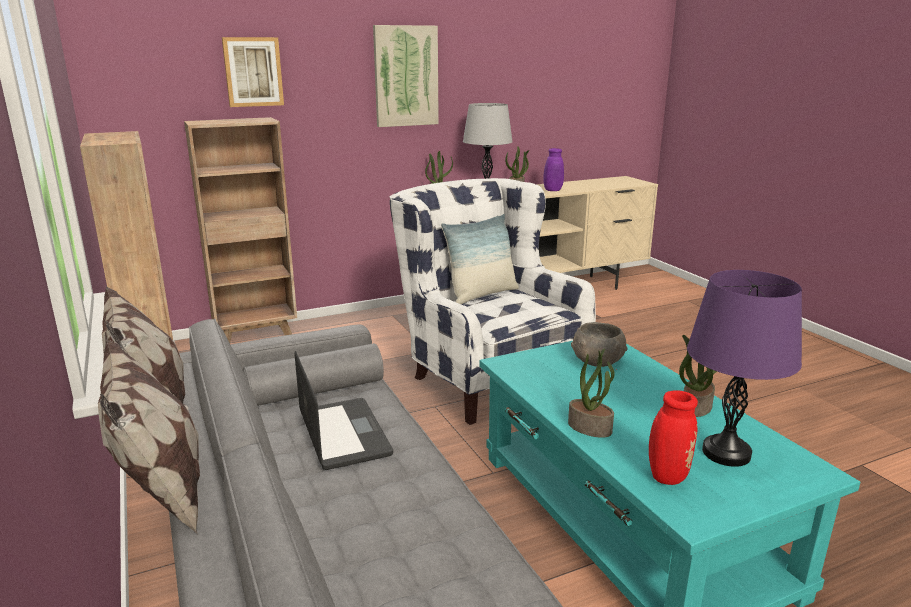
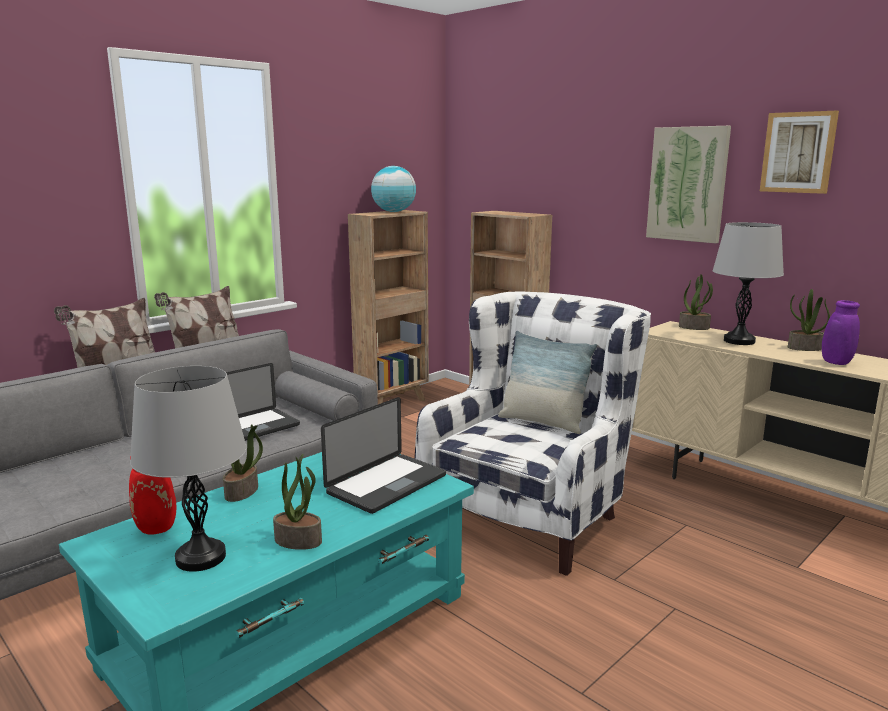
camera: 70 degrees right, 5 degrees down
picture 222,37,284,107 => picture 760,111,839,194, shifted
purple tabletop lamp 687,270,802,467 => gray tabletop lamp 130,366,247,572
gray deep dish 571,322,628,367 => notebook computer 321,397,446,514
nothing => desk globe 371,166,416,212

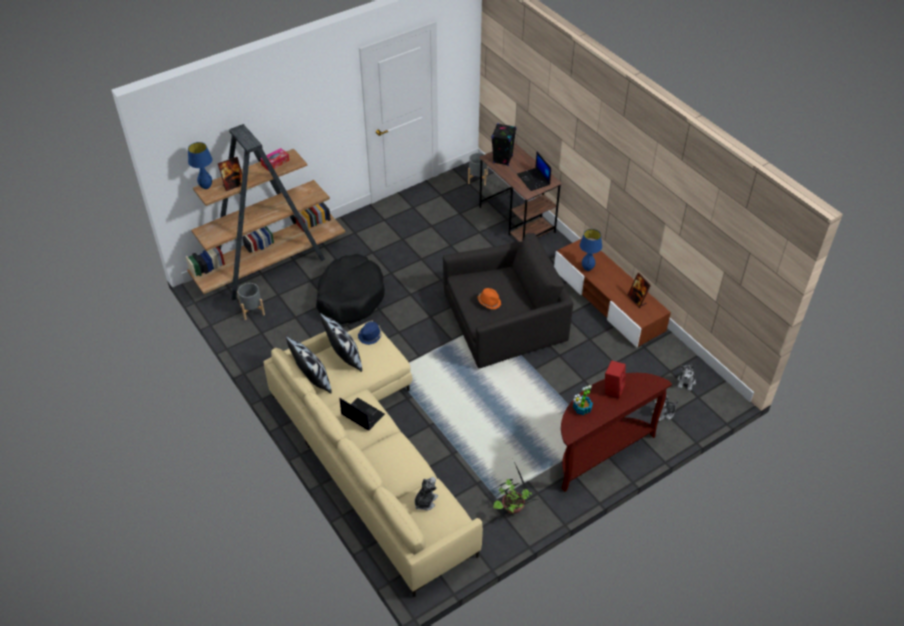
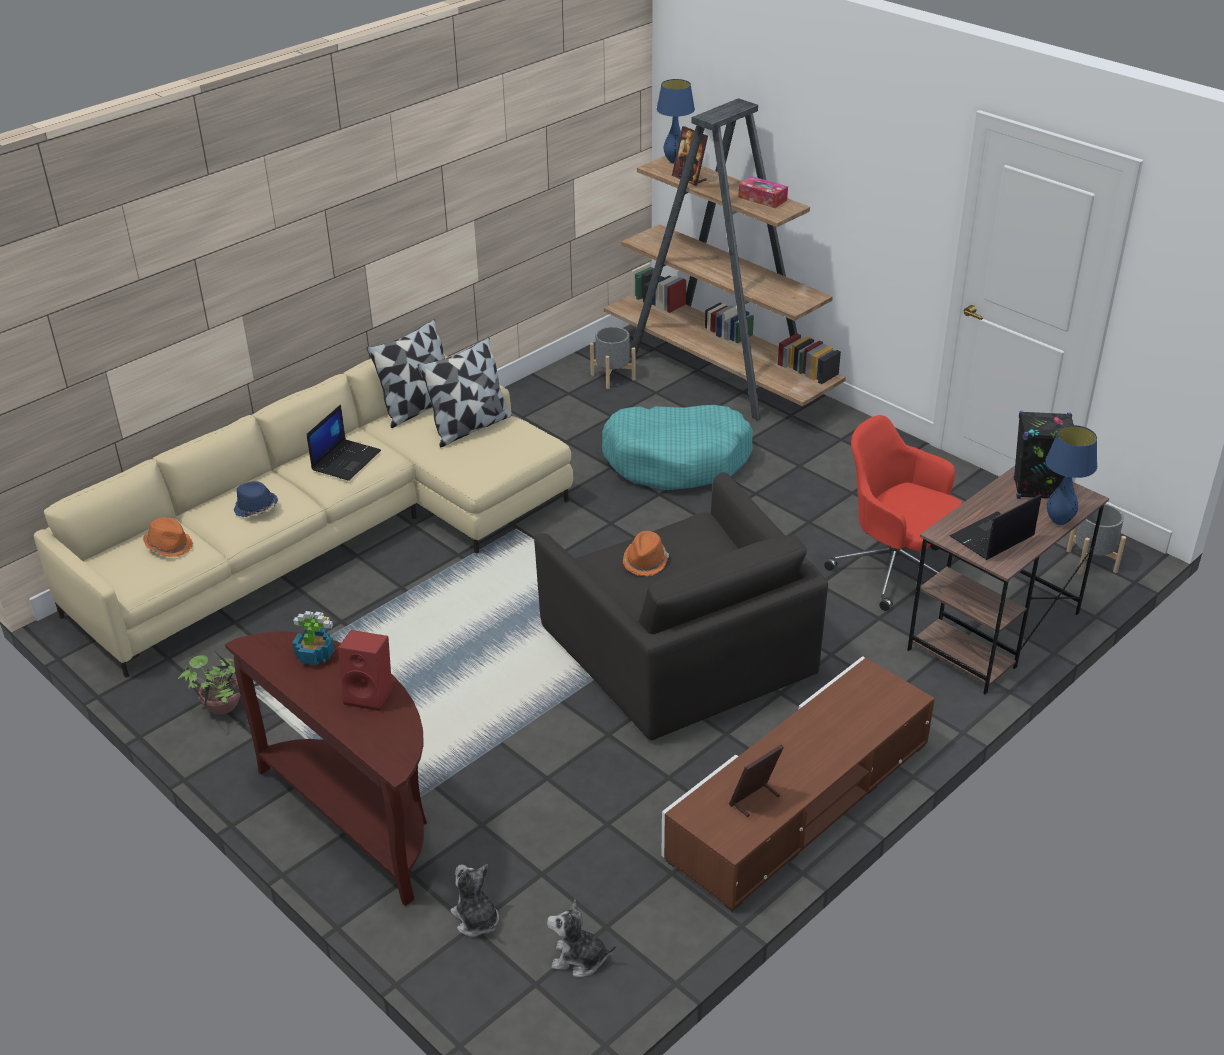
camera: 80 degrees right, 10 degrees down
blue-coloured tabletop lamp 580,229,602,271 => blue-coloured tabletop lamp 1046,425,1097,525, shifted
blackish dog bed 316,254,385,324 => blue-green dog bed 602,405,753,490
blue-coloured wearable hat 358,321,382,345 => blue-coloured wearable hat 234,481,278,517, shifted
soft toy 414,477,438,511 => orange wearable hat 143,517,193,557
nothing => red-coloured computer chair 824,415,962,611

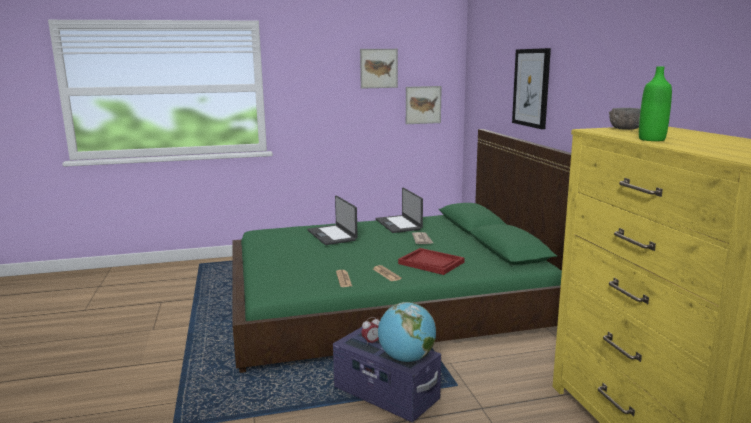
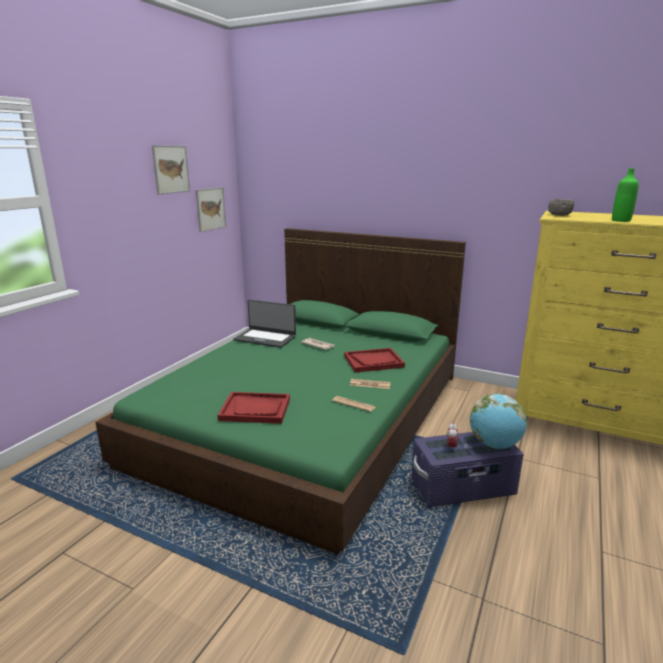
camera: 50 degrees left, 5 degrees up
picture 512,48,551,129 => nothing
notebook computer 307,195,358,245 => nothing
nothing => red-coloured carrying tray 217,392,290,424

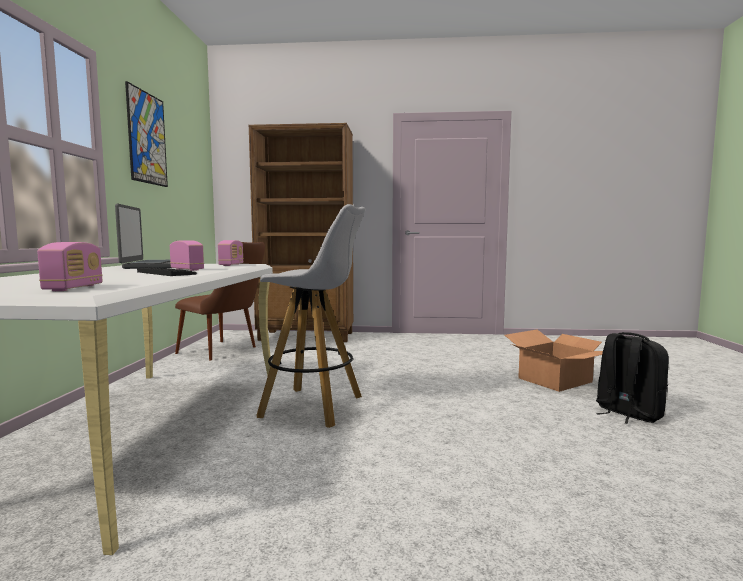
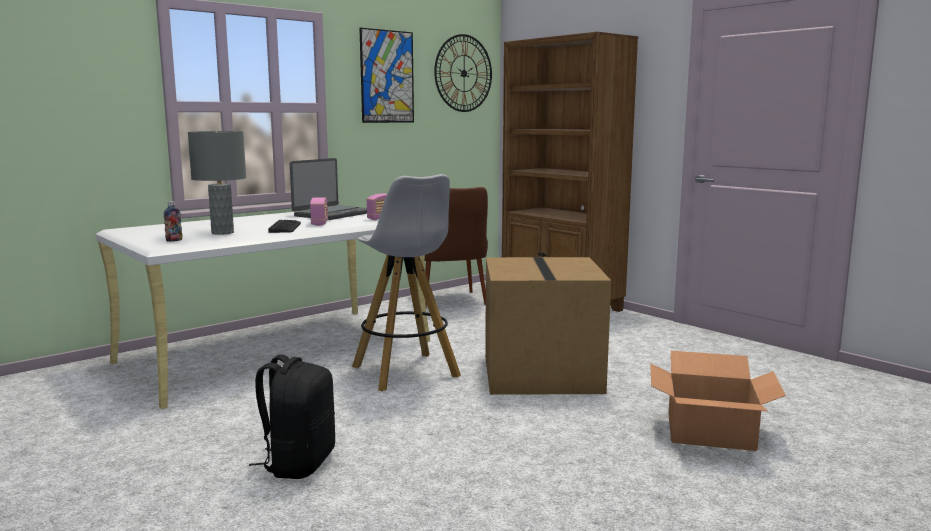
camera: 45 degrees right, 5 degrees up
radio set 37,242,103,291 => bottle 164,201,182,242
blackish rucksack 596,332,669,424 => blackish rucksack 249,355,335,479, shifted
nothing => clock on the wall 434,34,492,112
nothing => gray tabletop lamp 188,131,246,235
nothing => cardboard box 485,257,611,395

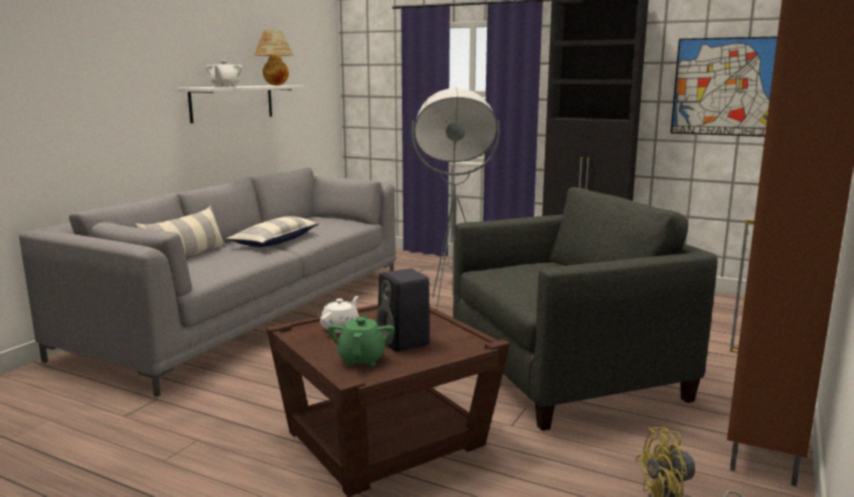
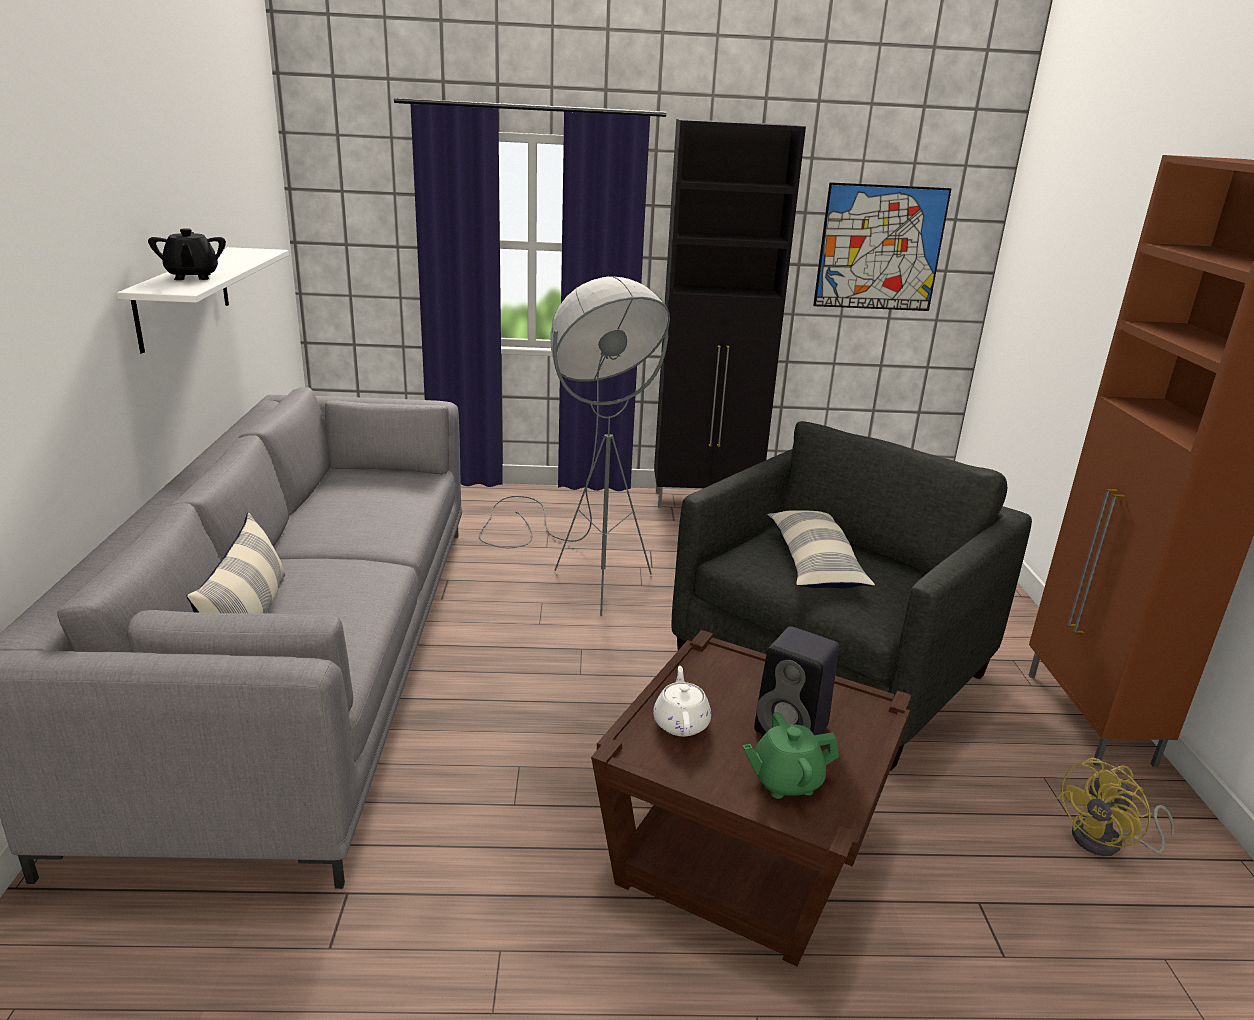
camera: 30 degrees left, 10 degrees up
tabletop lamp 254,30,294,86 => nothing
white-coloured tea pot 206,61,242,87 => blackish tea pot 148,228,226,280
cushion 227,216,319,247 => cushion 767,510,875,588, shifted
greenish tea pot 328,314,394,367 => greenish tea pot 743,712,839,799, 75 degrees counterclockwise

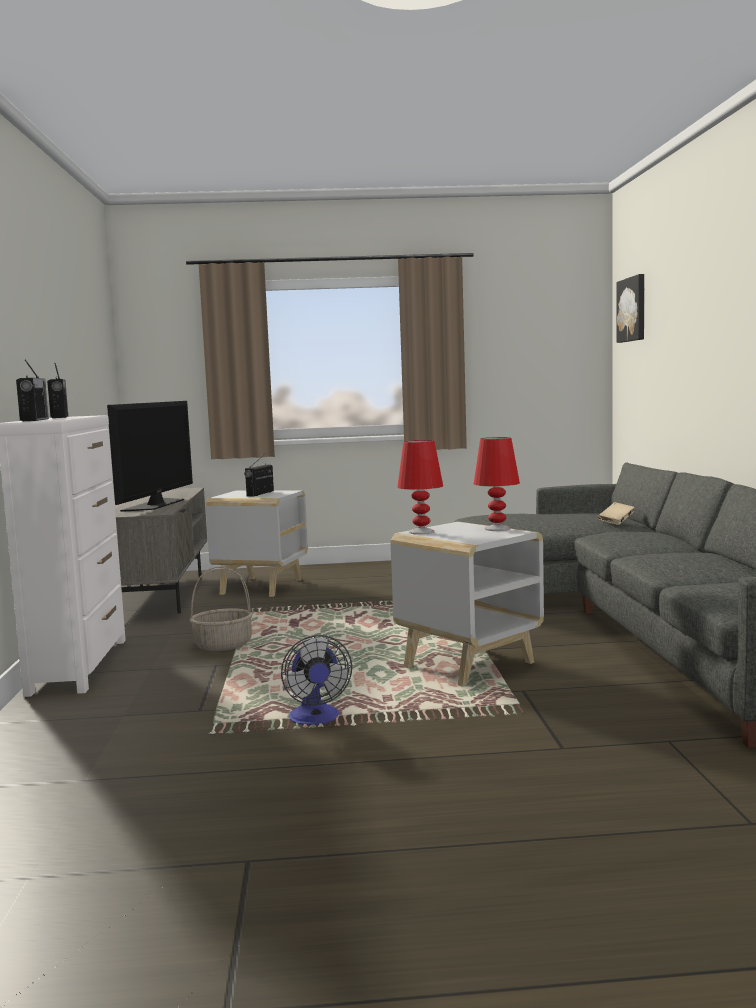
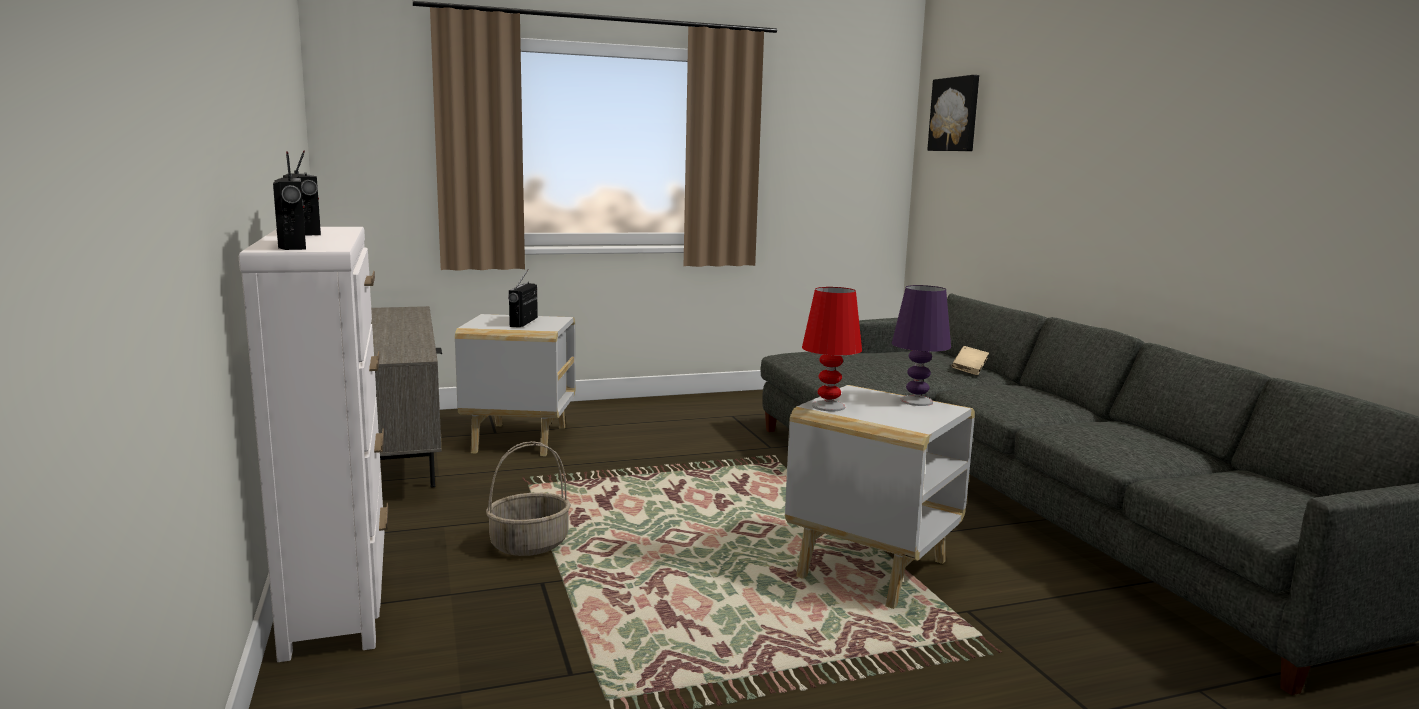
camera: 15 degrees left, 5 degrees up
television 107,401,193,512 => nothing
red-coloured tabletop lamp 474,437,520,531 => purple tabletop lamp 892,285,951,406
fan 281,635,352,725 => nothing

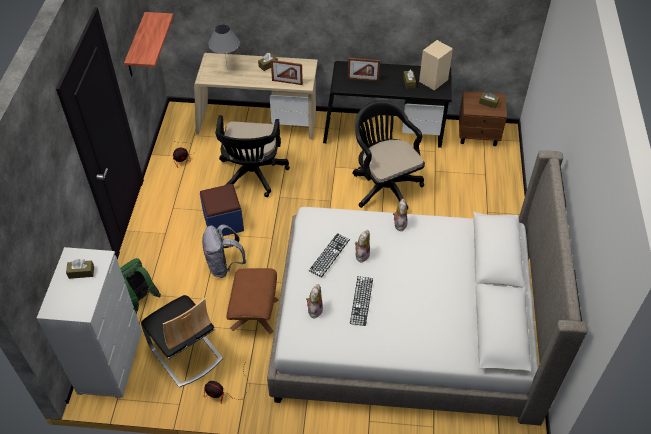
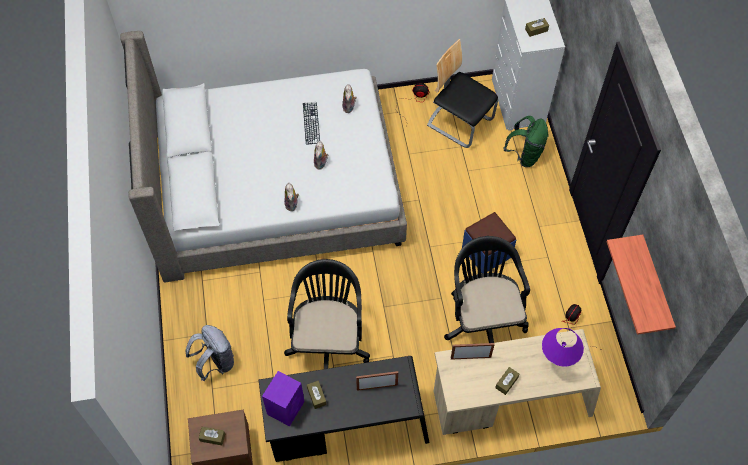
camera: 165 degrees right, 10 degrees up
gray tabletop lamp 208,24,240,64 => purple tabletop lamp 542,328,584,367
beige speaker 419,40,453,91 => purple speaker 262,371,305,427
blackish computer chair 353,100,425,210 => blackish computer chair 284,259,370,369, 135 degrees counterclockwise
gray rucksack 202,224,246,278 => gray rucksack 186,325,234,382, shifted
keyboard 309,233,350,277 => nothing
brownish footrest 226,268,278,334 => nothing

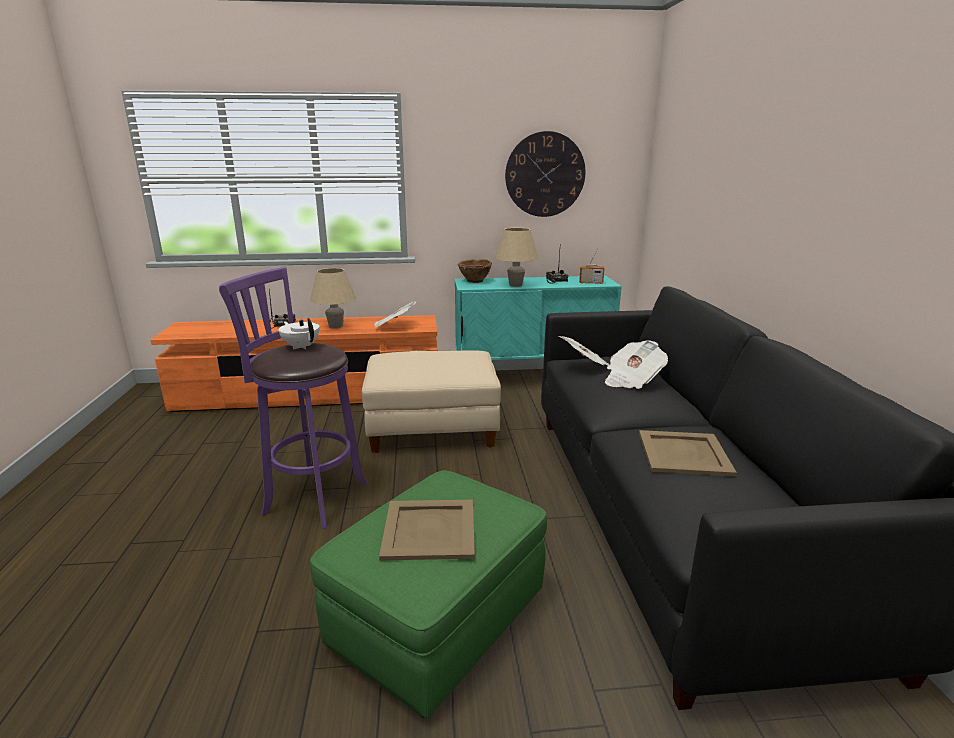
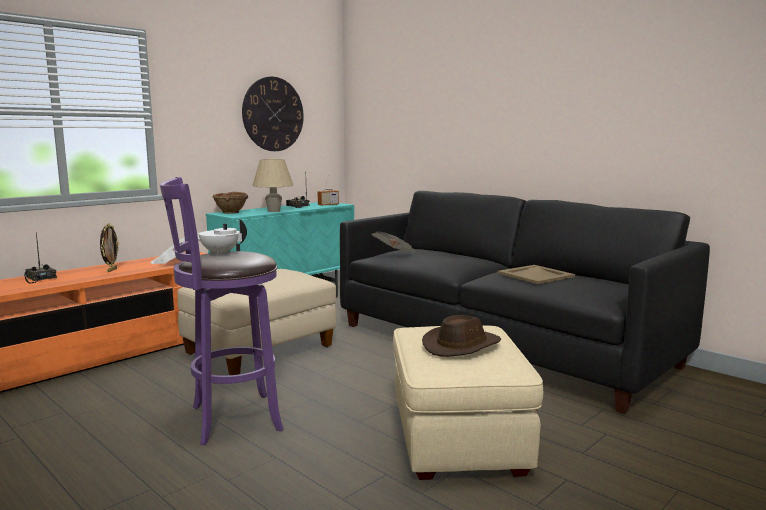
camera: 40 degrees left, 10 degrees down
beige tabletop lamp 310,268,356,328 => standing frame 100,223,119,273
newspaper 605,340,668,389 => nothing
greenish footrest 310,470,547,718 => beige footrest 393,326,543,480
beige carrying tray 379,500,475,561 => brownish wearable hat 422,315,501,357

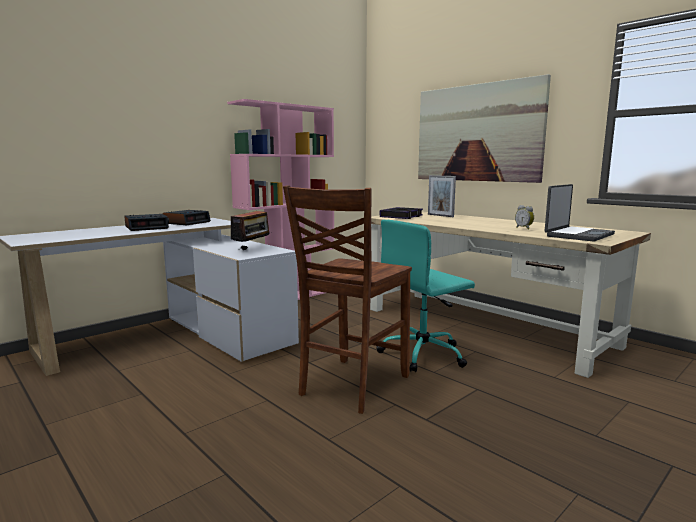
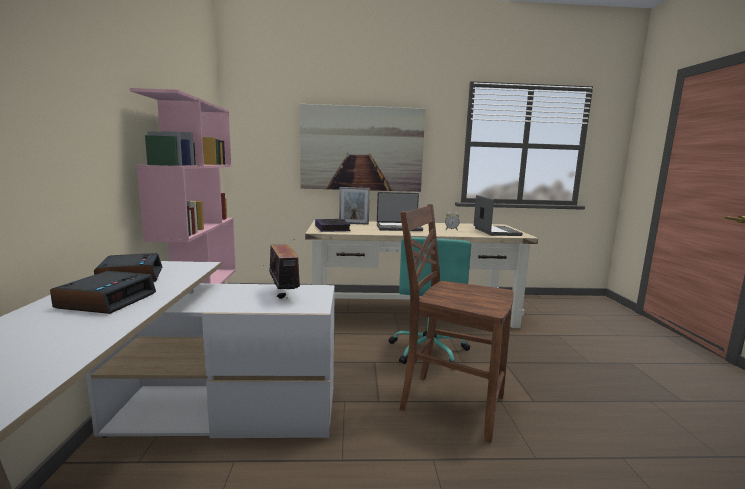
camera: 50 degrees left, 0 degrees up
brownish chair 283,185,412,414 => brownish chair 399,204,514,443, 135 degrees clockwise
nothing => notebook computer 377,192,423,231

